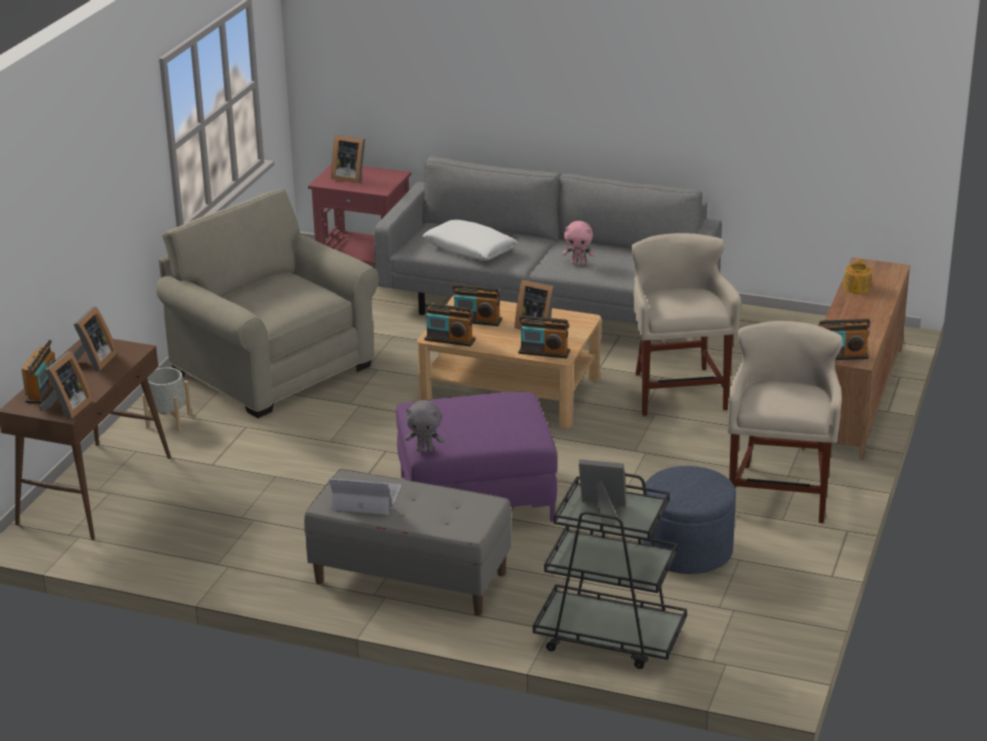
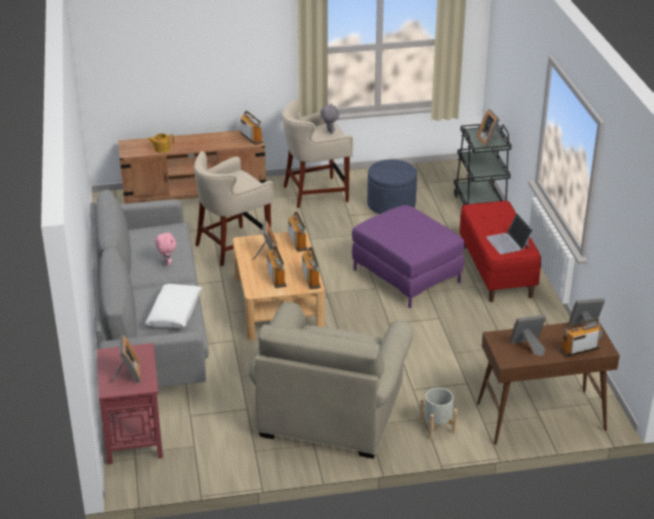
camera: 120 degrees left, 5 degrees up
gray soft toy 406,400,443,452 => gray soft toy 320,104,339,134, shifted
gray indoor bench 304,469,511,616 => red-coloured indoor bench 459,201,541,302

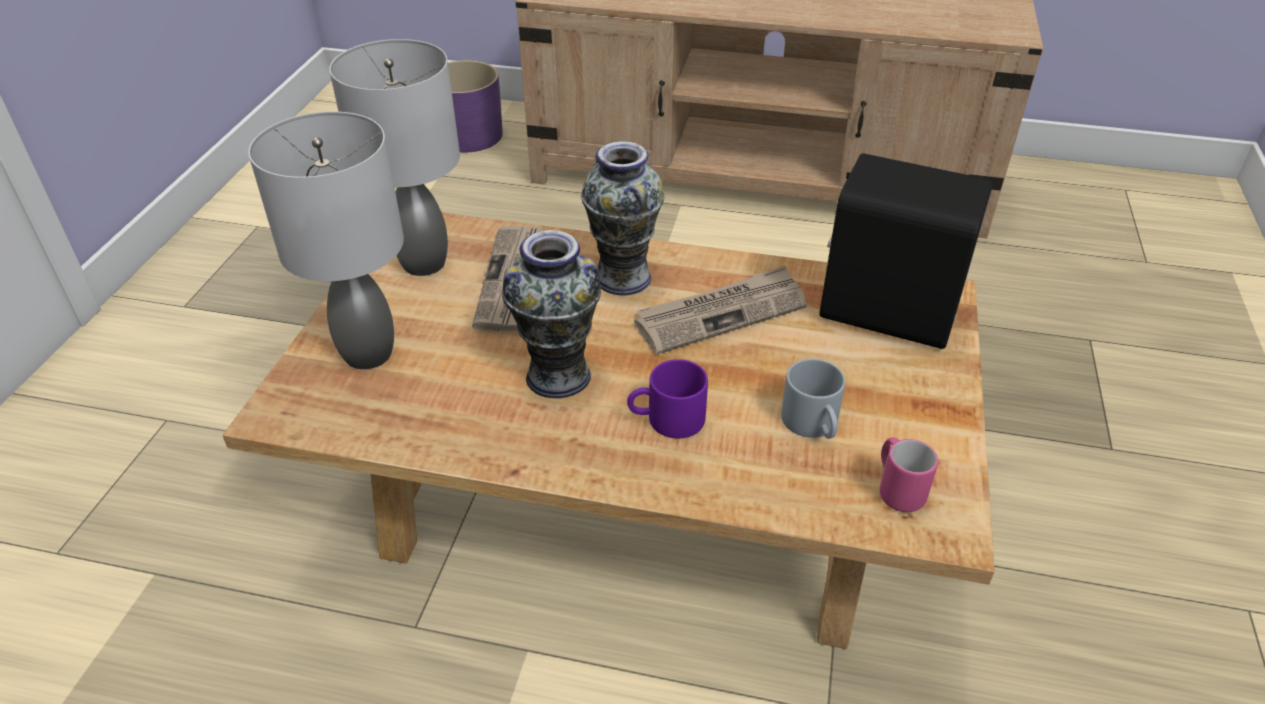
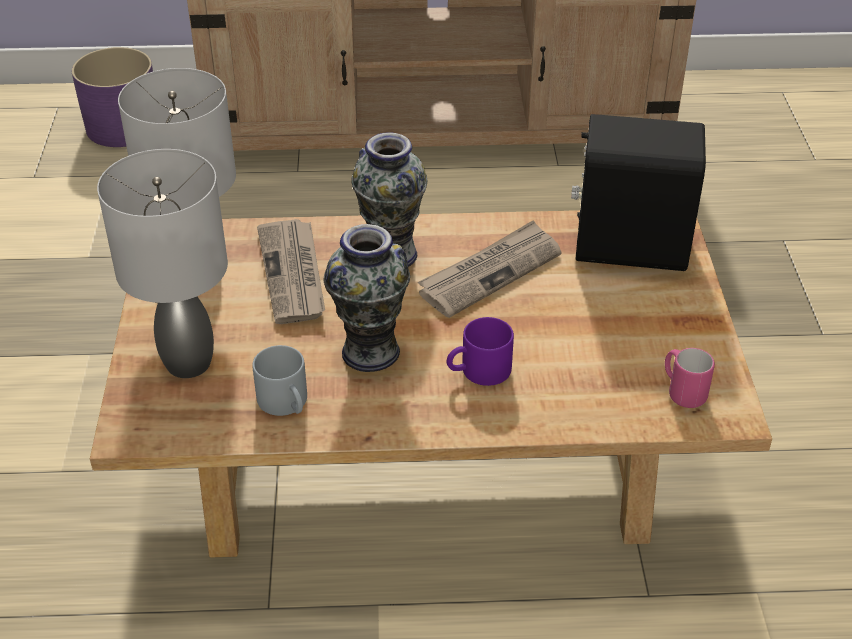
camera: 15 degrees left, 0 degrees up
gray tea mug 781,359,845,439 => gray tea mug 252,345,307,416, shifted

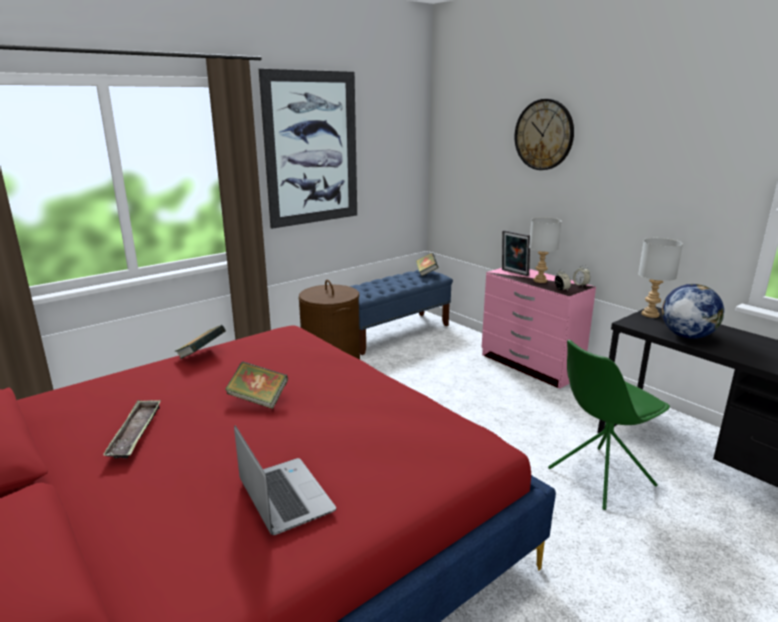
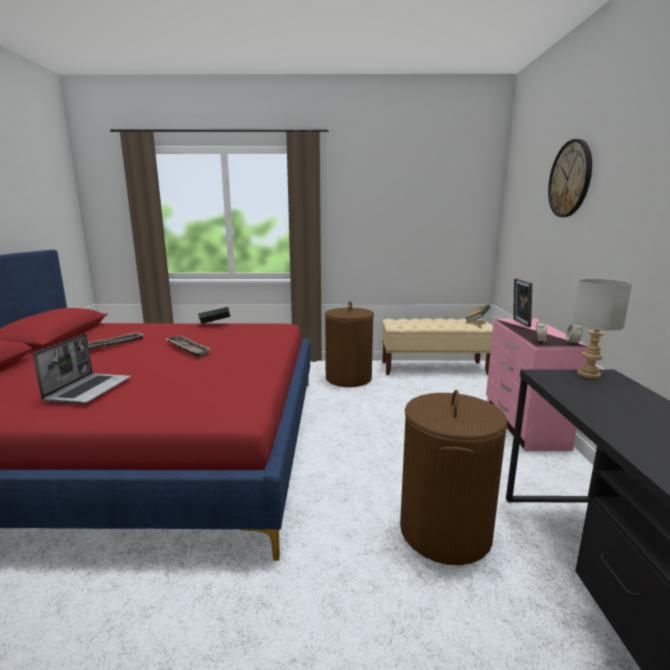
camera: 40 degrees right, 5 degrees down
picture 259,69,357,229 => nothing
gray tabletop lamp 529,217,561,283 => nothing
blue-coloured indoor bench 350,270,453,355 => beige indoor bench 382,318,493,375
desk globe 662,284,724,339 => nothing
greenish chair 548,340,670,510 => brownish washing basket 400,390,507,565
volume 225,362,288,409 => carrying tray 166,335,211,357

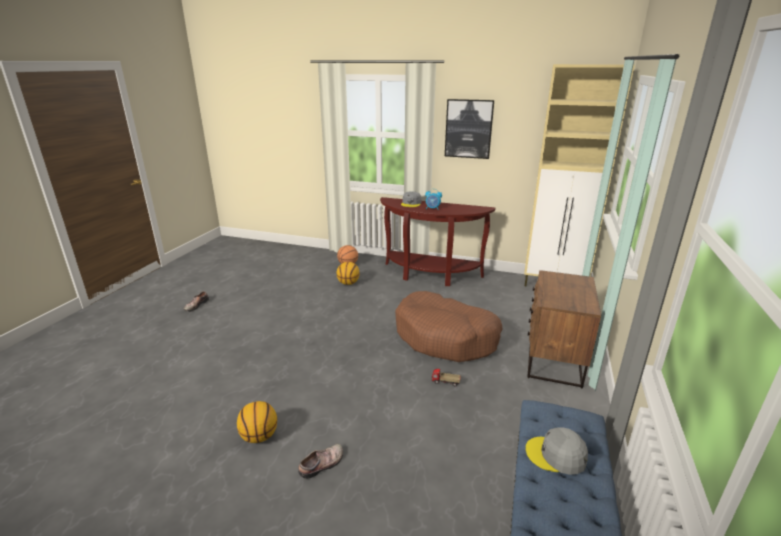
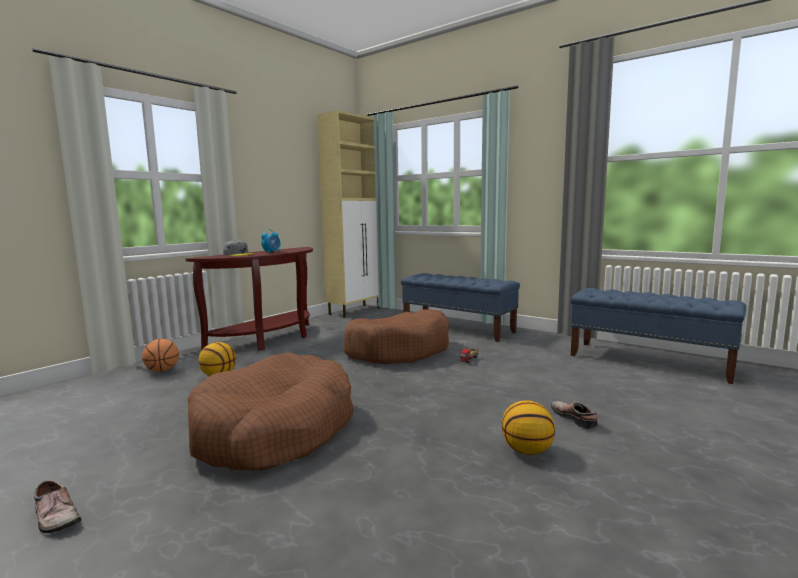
camera: 70 degrees left, 15 degrees down
picture 445,99,494,159 => nothing
brownish bedside table 527,270,601,388 => blue-coloured indoor bench 401,273,520,342
gray baseball cap 526,427,588,475 => nothing
nothing => brownish dog bed 188,352,354,470

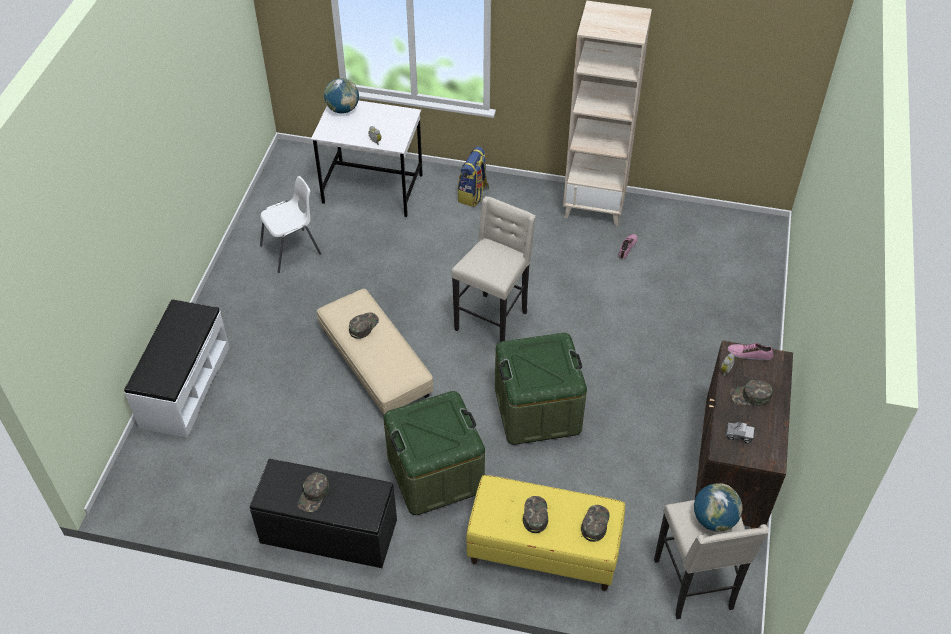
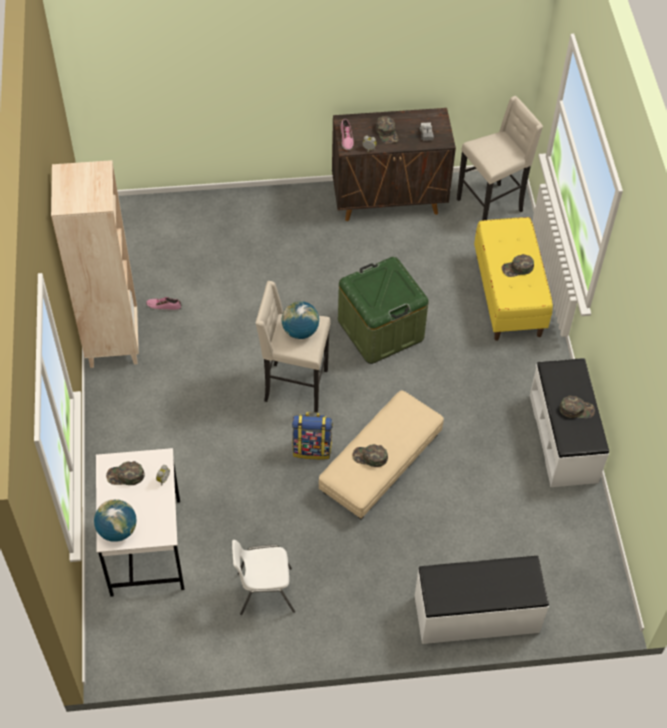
camera: 110 degrees left, 5 degrees up
rucksack 458,147,489,207 => rucksack 292,412,333,460, shifted
white-coloured chair 260,176,321,273 => white-coloured chair 232,540,295,615, 45 degrees counterclockwise
greenish storage container 384,391,485,515 => nothing
blackish indoor bench 250,459,397,568 => white-coloured indoor bench 530,358,609,487
desk globe 694,483,742,532 => desk globe 282,301,320,339, shifted
greenish baseball cap 581,505,610,542 => greenish baseball cap 106,461,145,485, shifted

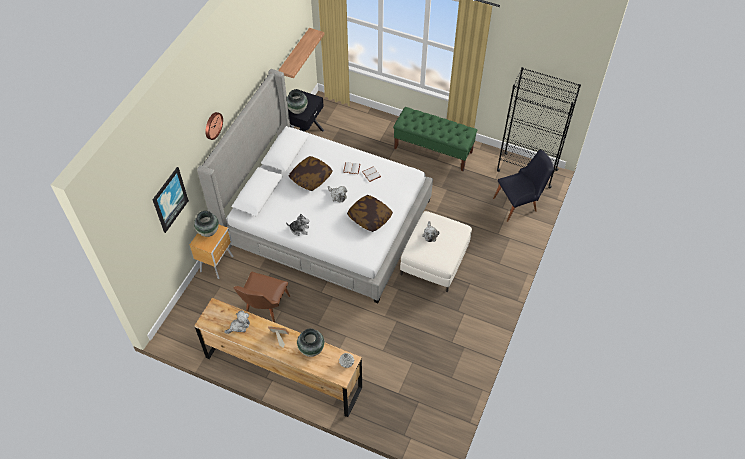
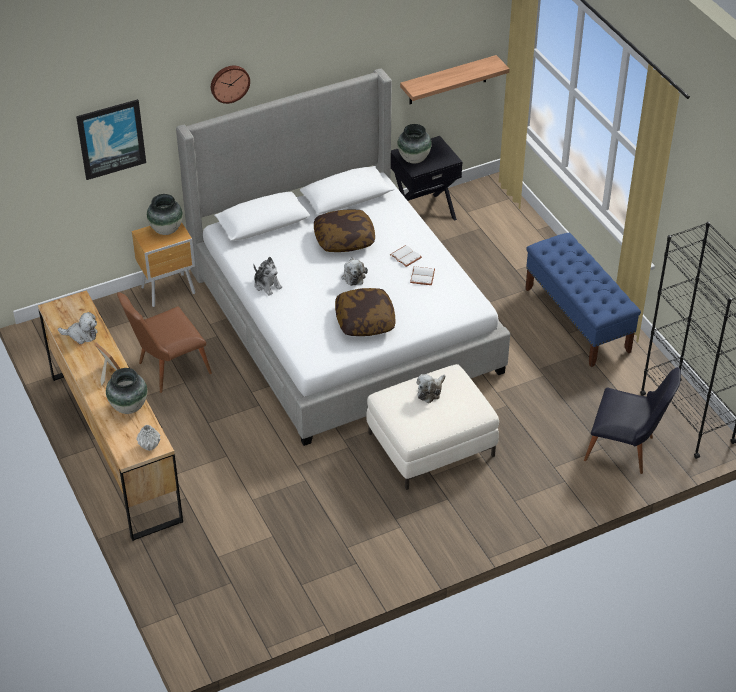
camera: 40 degrees right, 10 degrees down
greenish indoor bench 393,107,477,171 => blue-coloured indoor bench 525,232,641,367

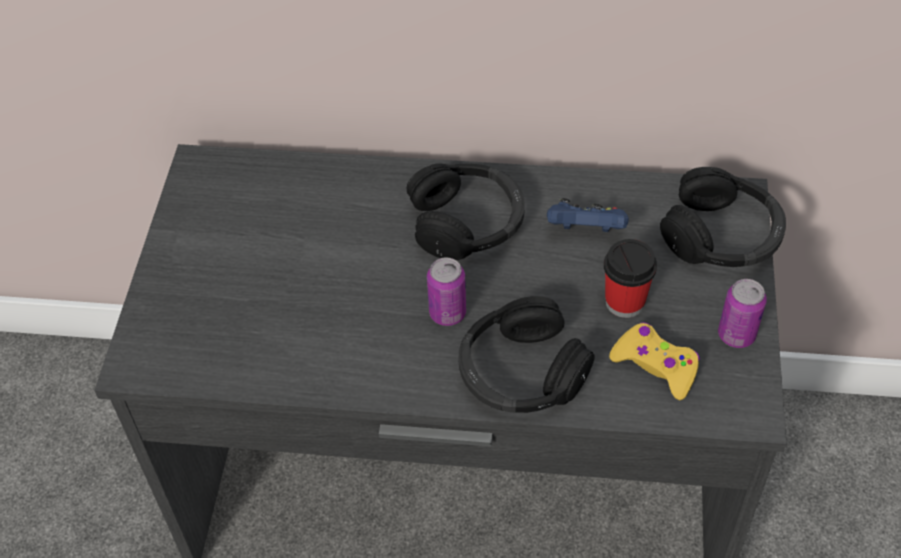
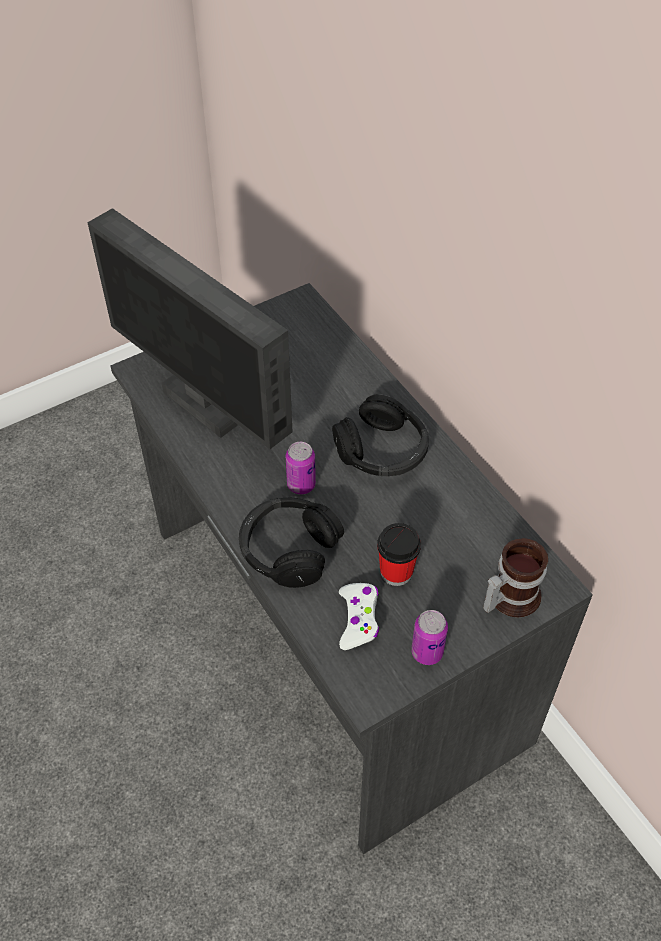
camera: 50 degrees right, 0 degrees up
blackish headphones 660,167,786,267 => tea mug 483,538,548,617
blue-coloured game controller 547,198,629,232 => nothing
yellow-coloured game controller 609,322,700,400 => white-coloured game controller 339,583,379,650
nothing => computer screen 87,208,293,449

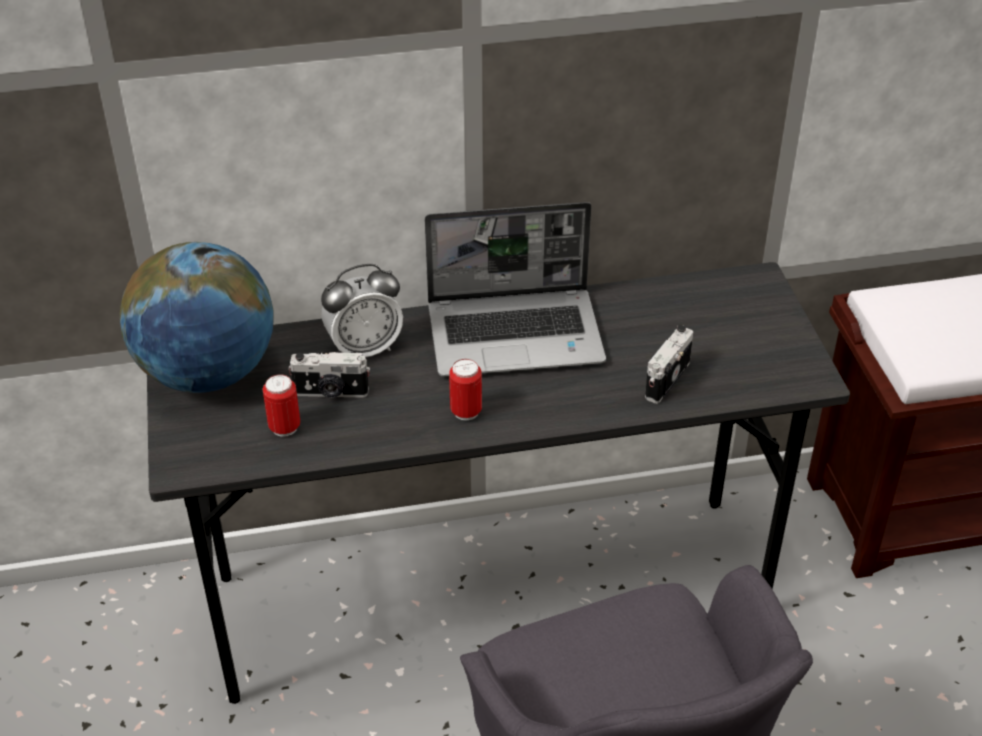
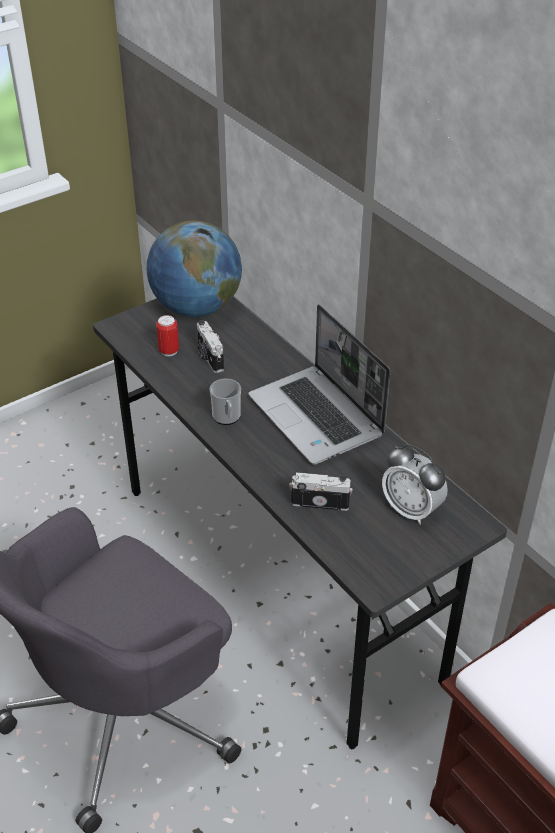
camera: 65 degrees right, 0 degrees up
alarm clock 321,264,403,357 => alarm clock 382,444,448,525, shifted
sealed can 449,359,482,420 => tea mug 210,378,241,425

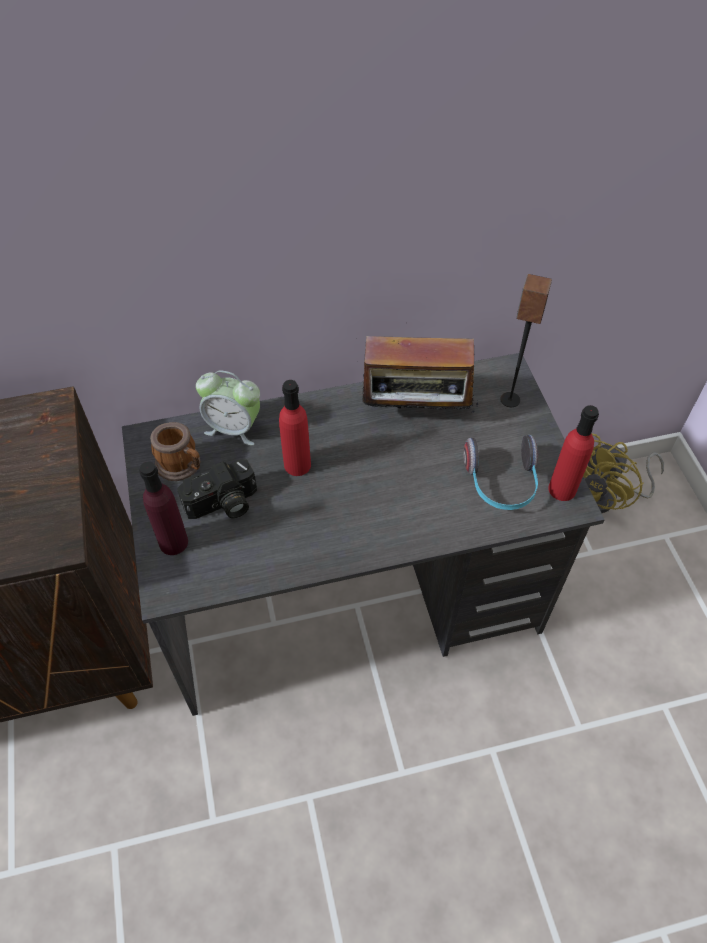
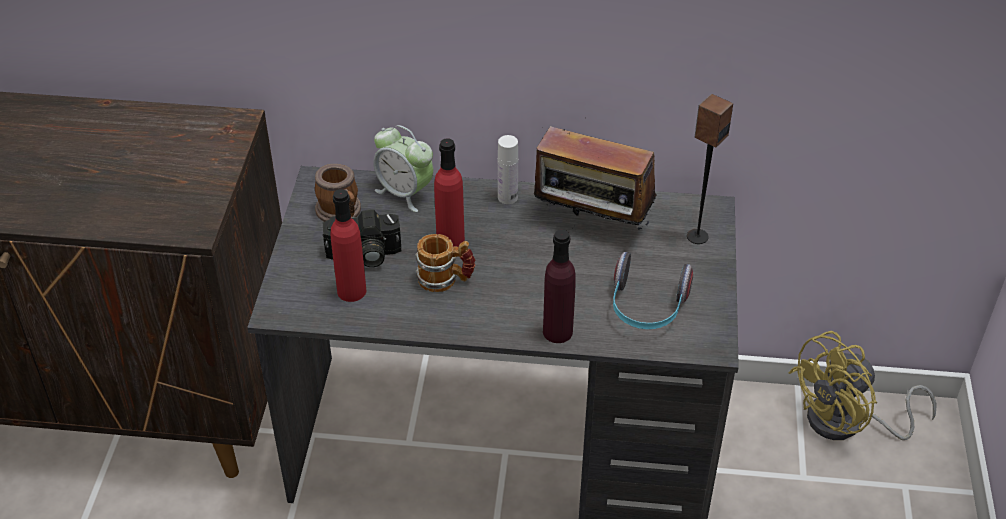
camera: 20 degrees right, 10 degrees down
red-coloured bottle 548,405,599,501 => red-coloured bottle 330,189,366,302, shifted
purple bottle 139,461,188,555 => purple bottle 543,230,576,343, shifted
nothing => white-coloured bottle 498,135,518,204
nothing => tea mug 415,234,475,292

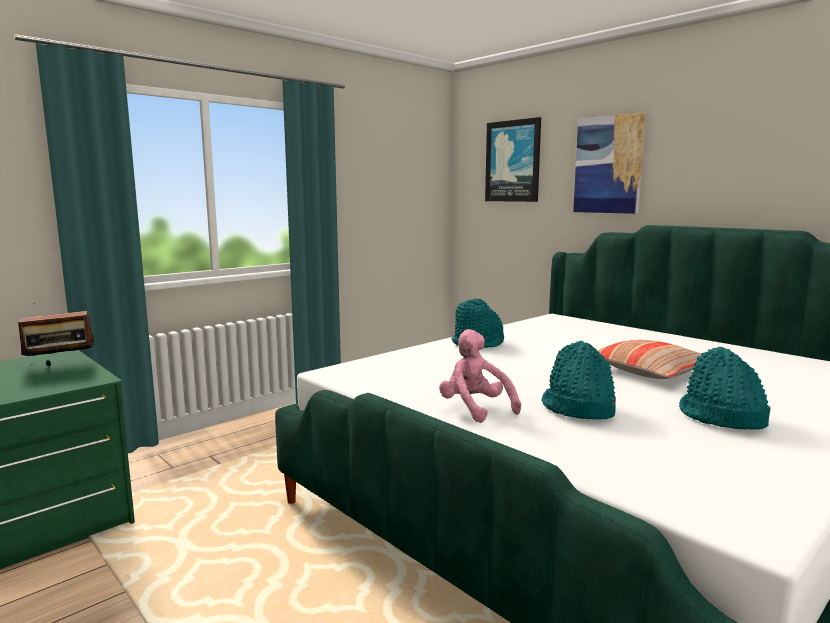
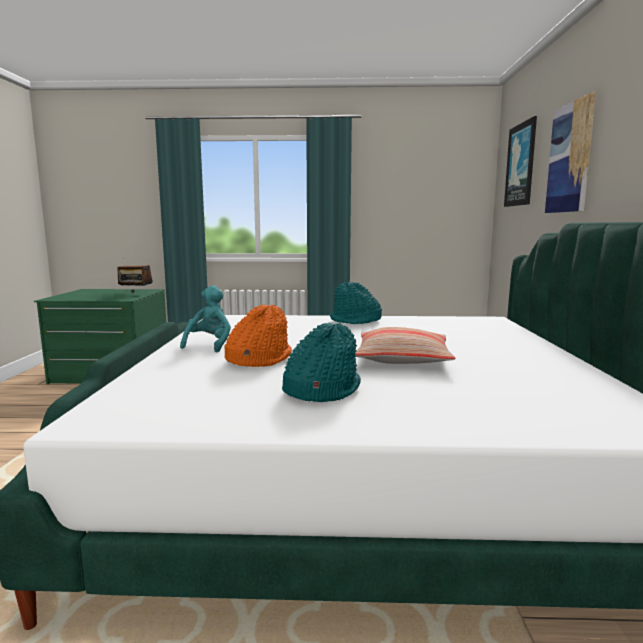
camera: 45 degrees right, 0 degrees up
pink soft toy 439,329,521,423 => blue-green soft toy 180,285,231,352
blue-green wearable hat 542,341,616,420 => orange wearable hat 225,305,292,367

